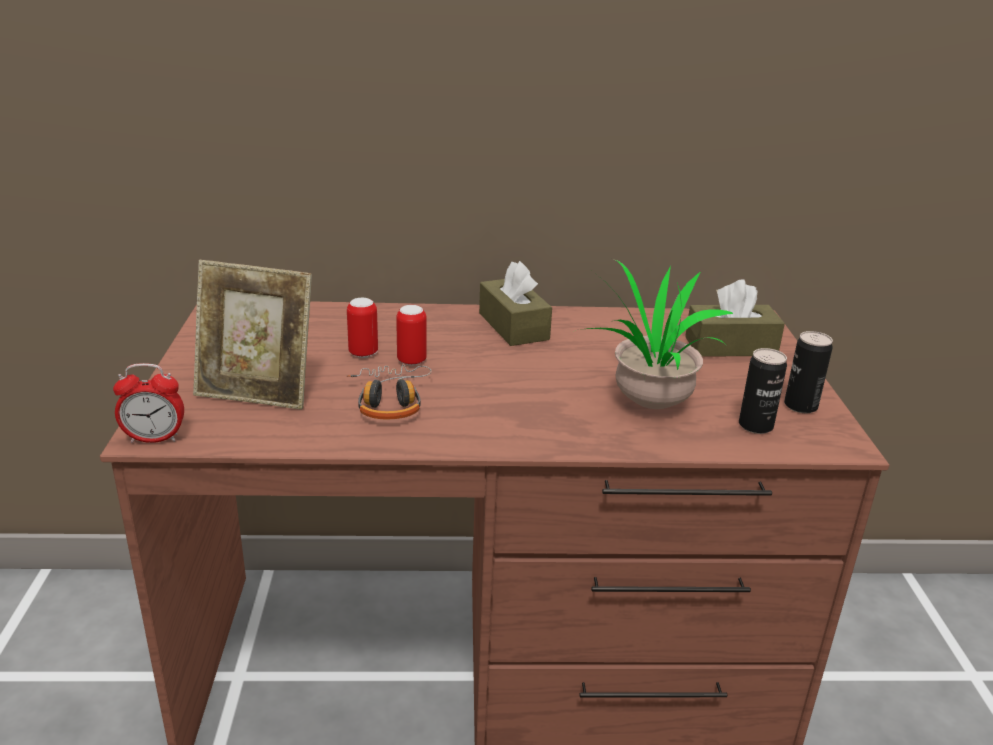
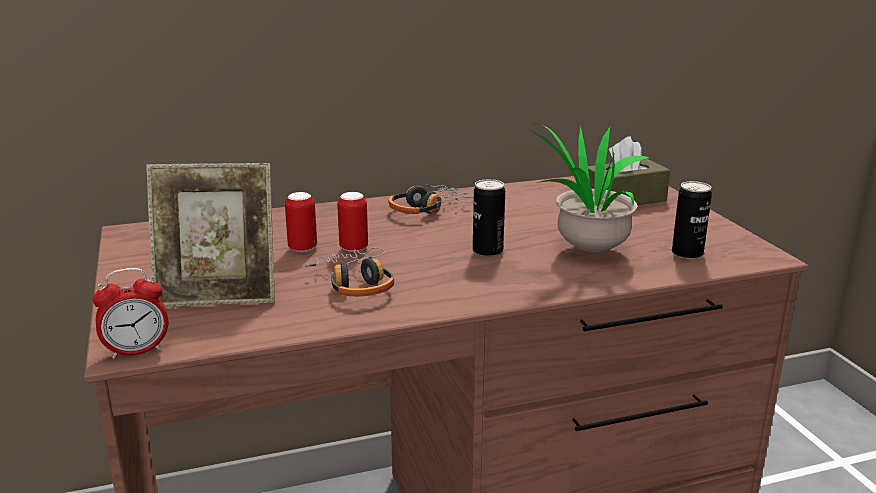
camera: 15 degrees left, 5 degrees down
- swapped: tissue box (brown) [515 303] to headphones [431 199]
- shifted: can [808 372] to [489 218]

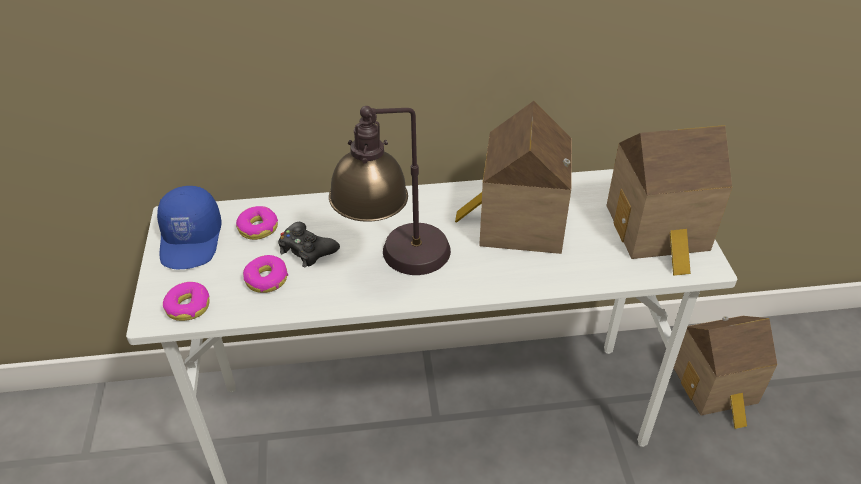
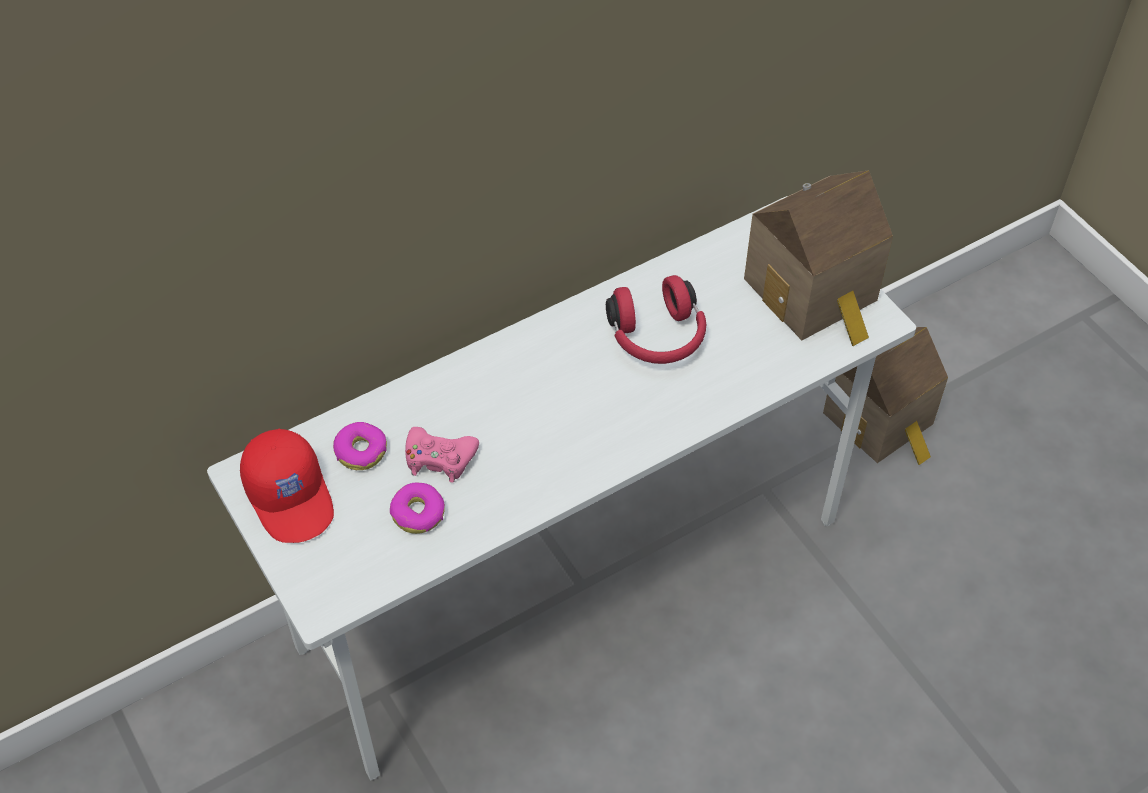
camera: 25 degrees left, 10 degrees up
- swapped: toy house [513 177] to headphones (red) [656 319]
- gone: table lamp [390 190]
- repainted: cap (blue) [189 227] to cap (red) [287 486]
- repainted: game controller (black) [309 245] to game controller (pink) [442 455]
- gone: donut [186 301]

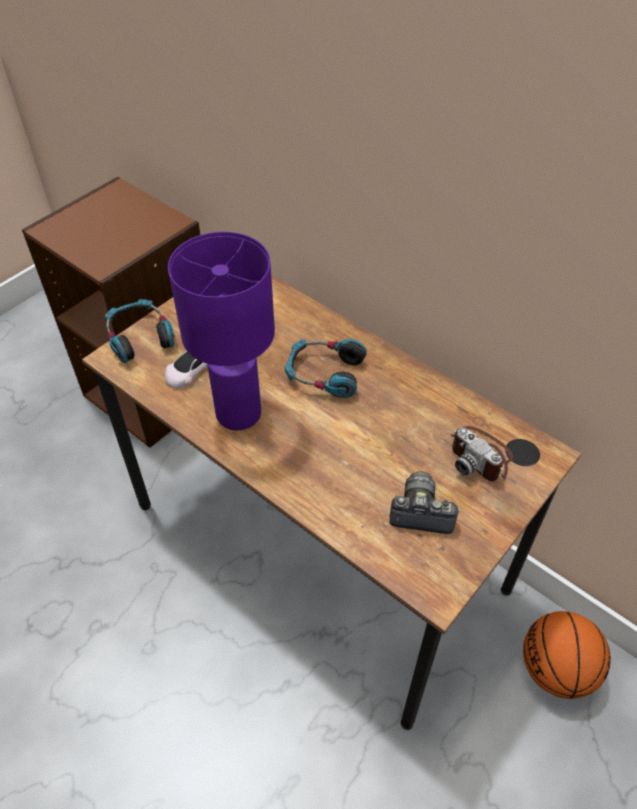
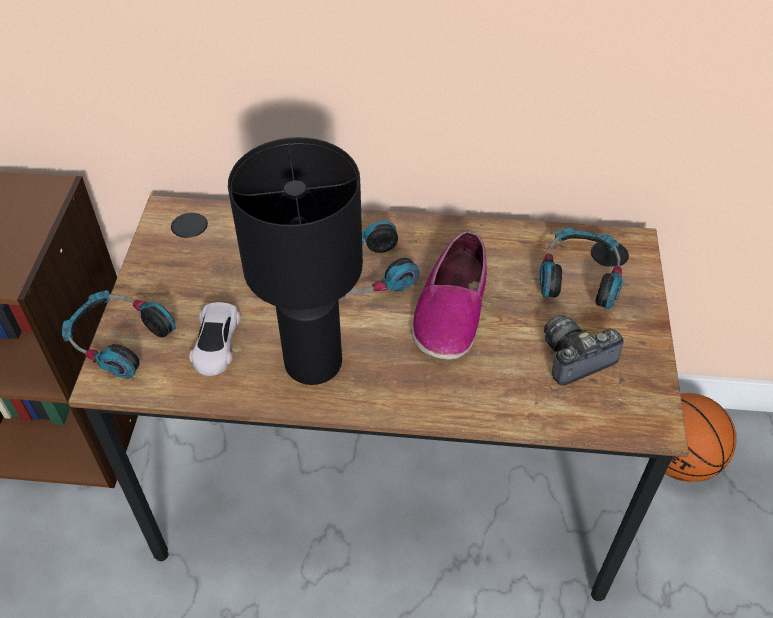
camera: 35 degrees left, 0 degrees up
- repainted: table lamp (purple) [221 331] to table lamp (black) [295 261]
- swapped: photo camera [481 453] to headphones [581 268]
- new: shoe [449 295]

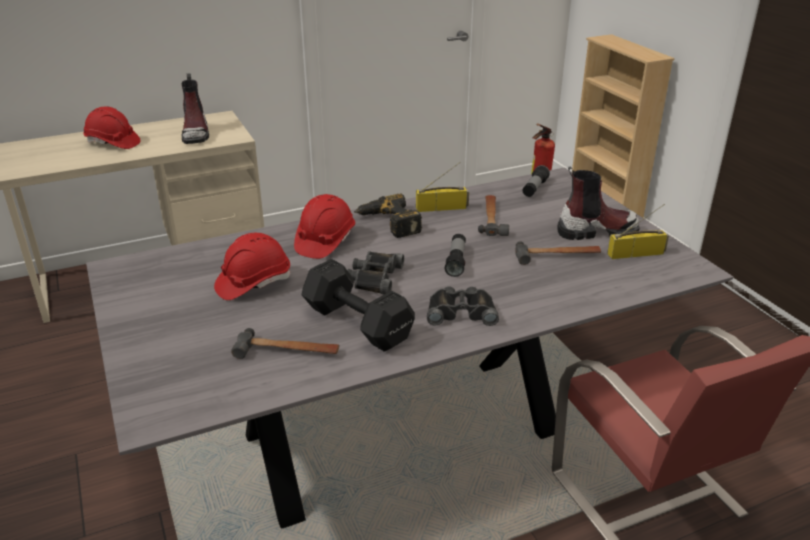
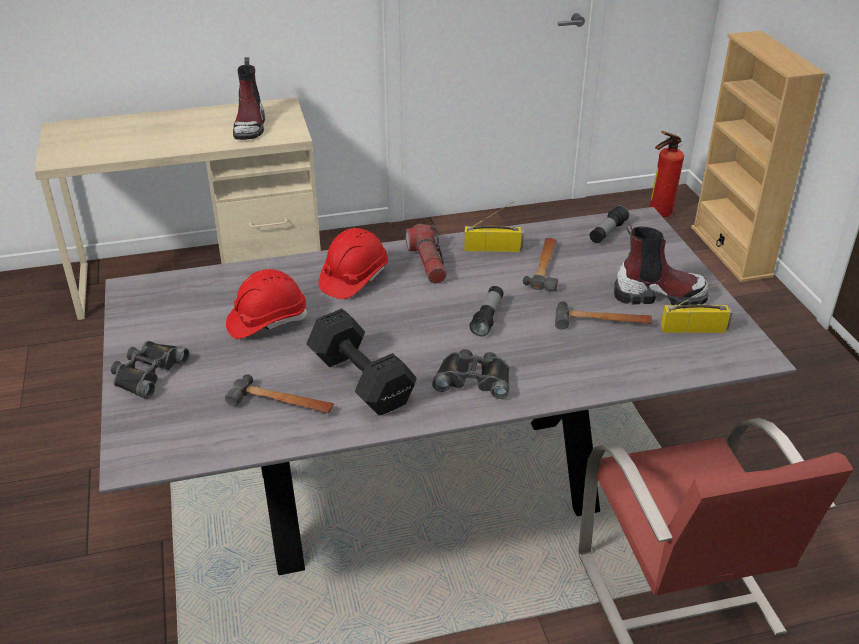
camera: 10 degrees right, 5 degrees up
- gone: hard hat (red) [112 128]
- swapped: power drill [388 215] to flashlight [426 254]
- shifted: binoculars (black) [375 273] to [150 370]

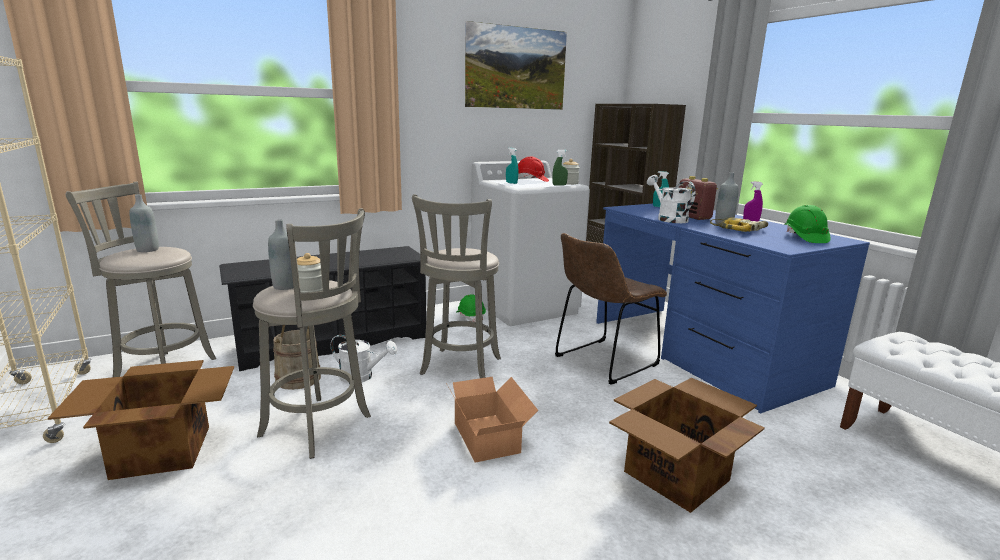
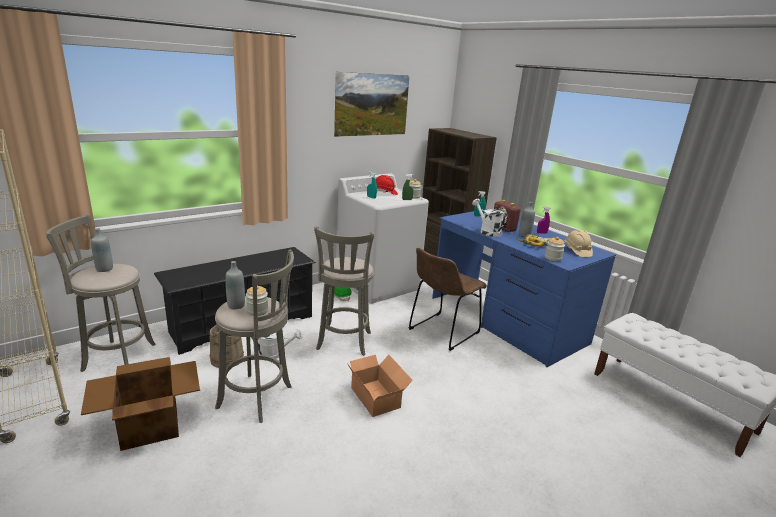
camera: 10 degrees left, 5 degrees up
- repainted: hard hat (green) [807 224] to hard hat (beige) [578 243]
- gone: cardboard box [687 445]
- new: jar [555 249]

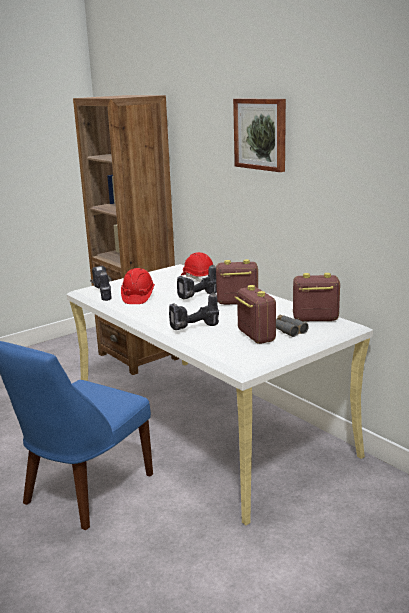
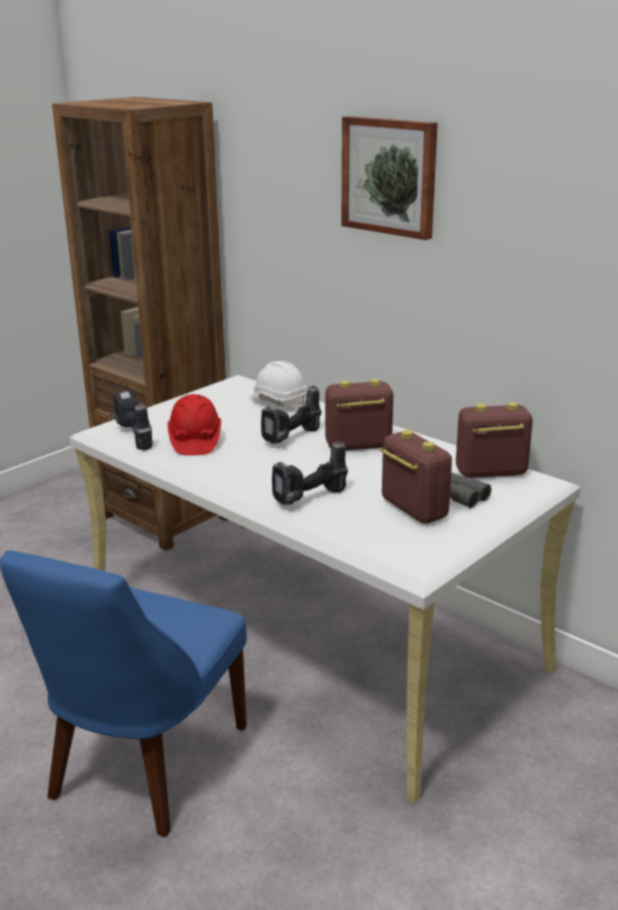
camera: 10 degrees left, 5 degrees up
- repainted: hard hat (red) [197 267] to hard hat (white) [278 386]

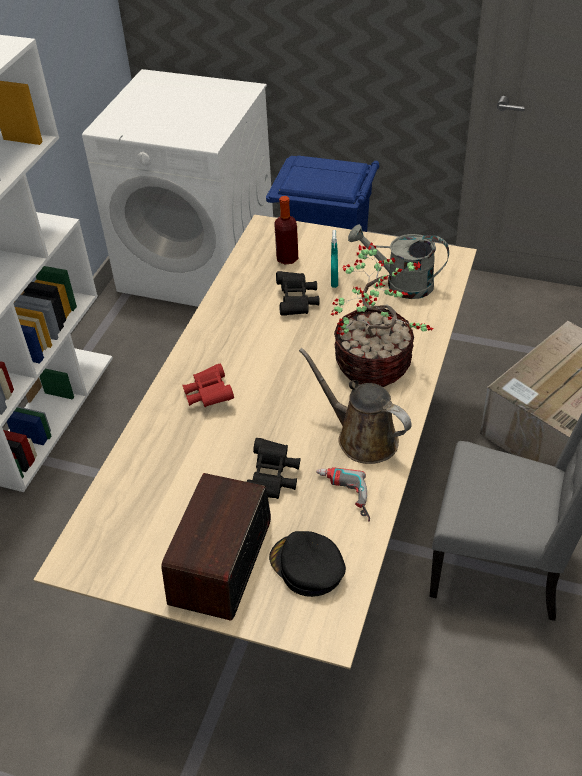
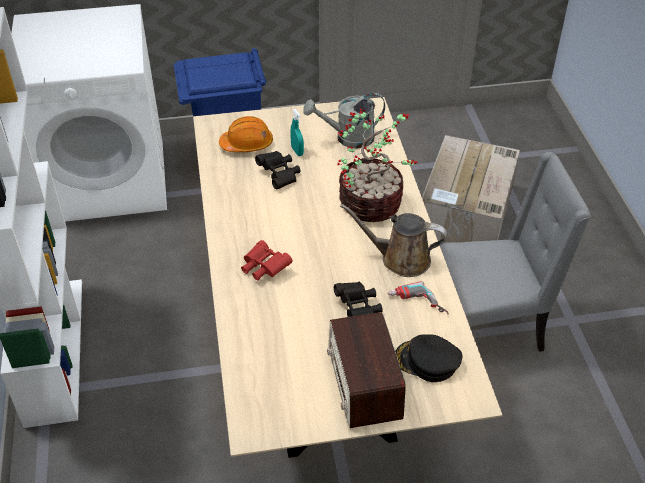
camera: 30 degrees left, 0 degrees up
- swapped: bottle [286 230] to hard hat (orange) [246 134]

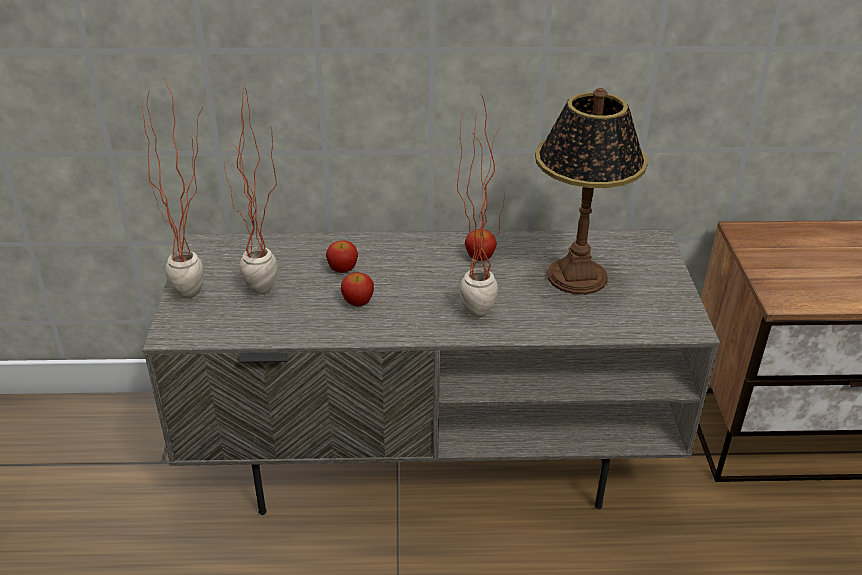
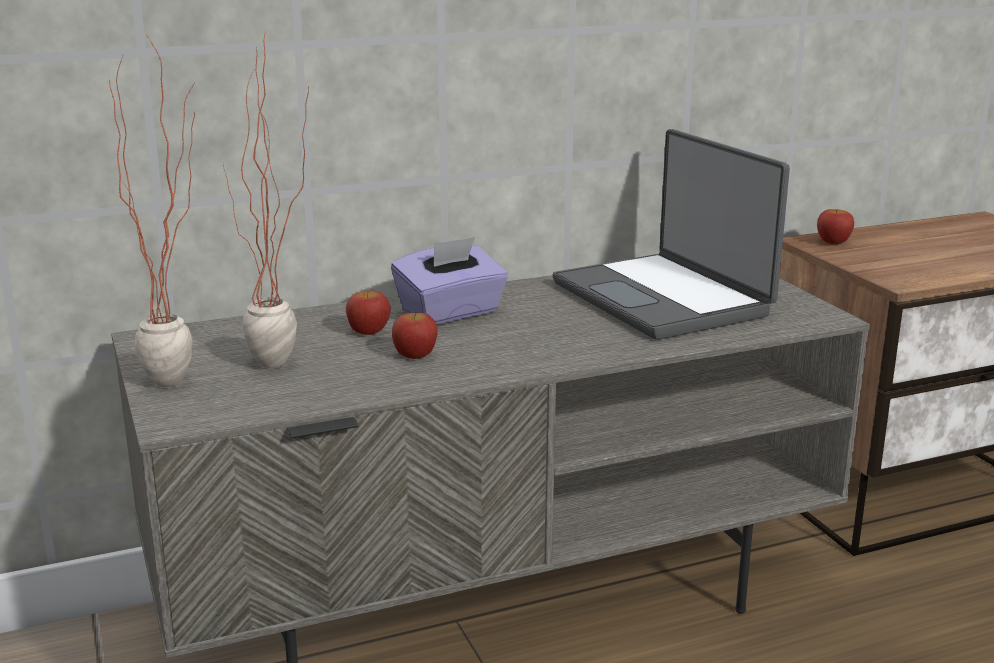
camera: 20 degrees left, 15 degrees down
- swapped: table lamp [591 191] to laptop [671 234]
- gone: potted plant [481 205]
- shifted: apple [480 245] to [835 227]
- new: tissue box (purple) [449 281]

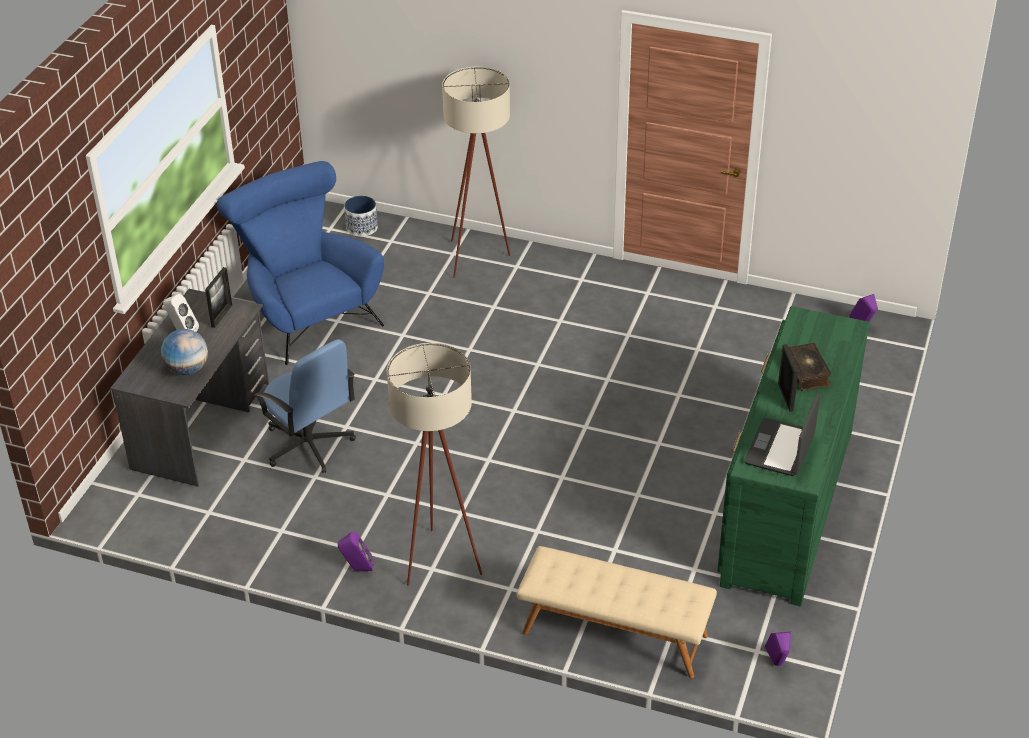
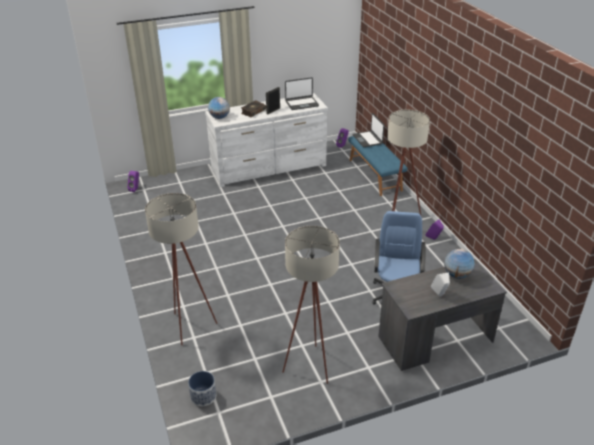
camera: 130 degrees left, 5 degrees down
- swapped: armchair (blue) [300 263] to floor lamp (beige) [311 305]
- gone: picture frame [218 297]
- repainted: dresser (green) [794 456] to dresser (white) [266 140]
- repainted: bench (beige) [617 612] to bench (blue) [377 166]
- new: globe [219 108]
- new: laptop [368 130]

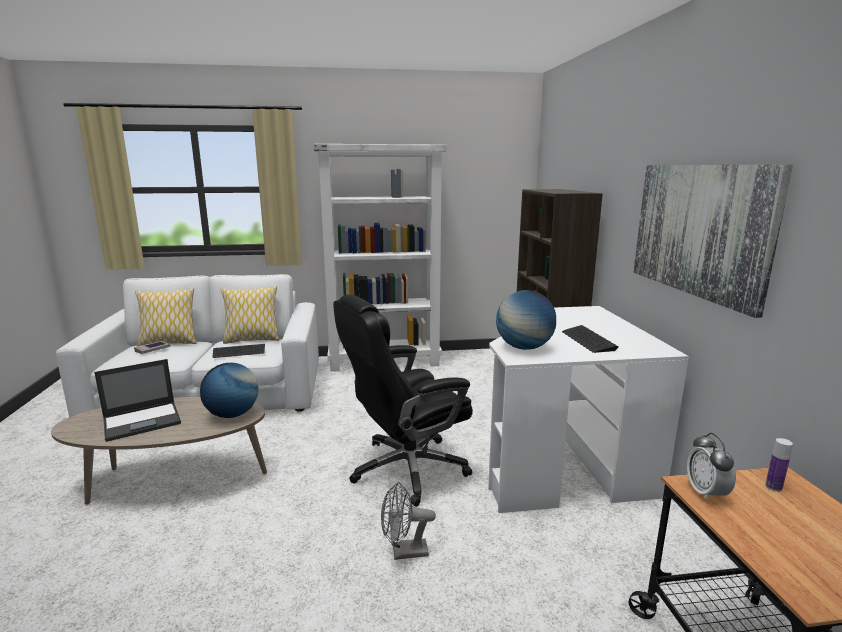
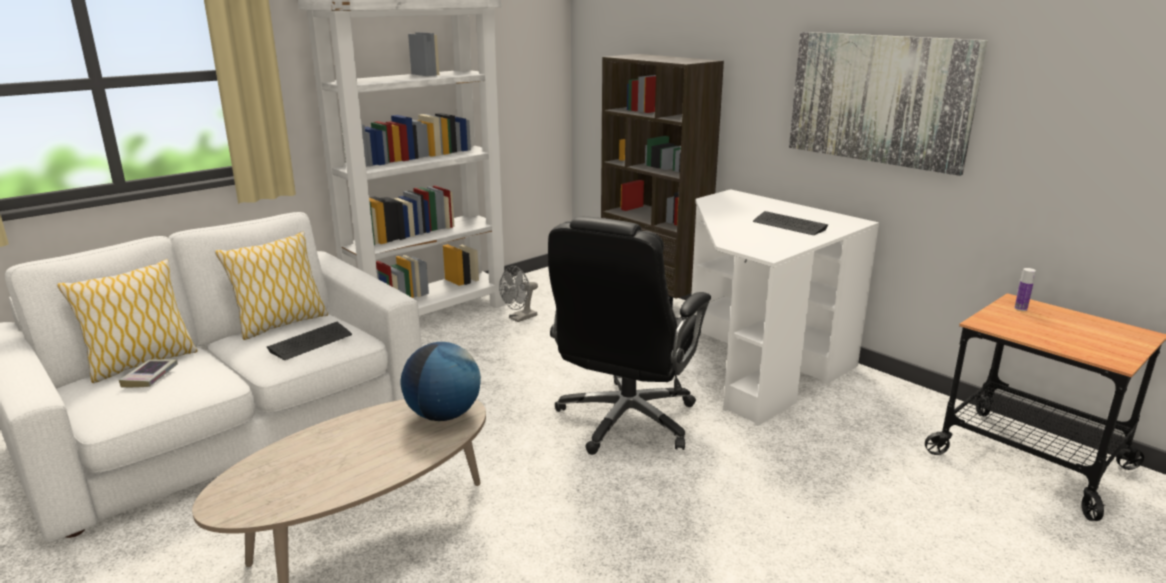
camera: 35 degrees left, 5 degrees up
- gone: globe [526 320]
- gone: laptop [137 400]
- gone: alarm clock [711 467]
- shifted: fan (grey) [408 521] to [518 294]

